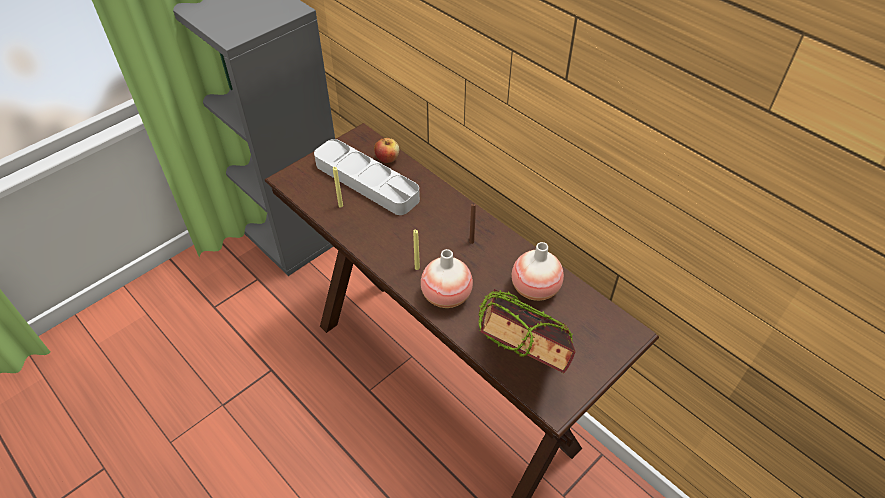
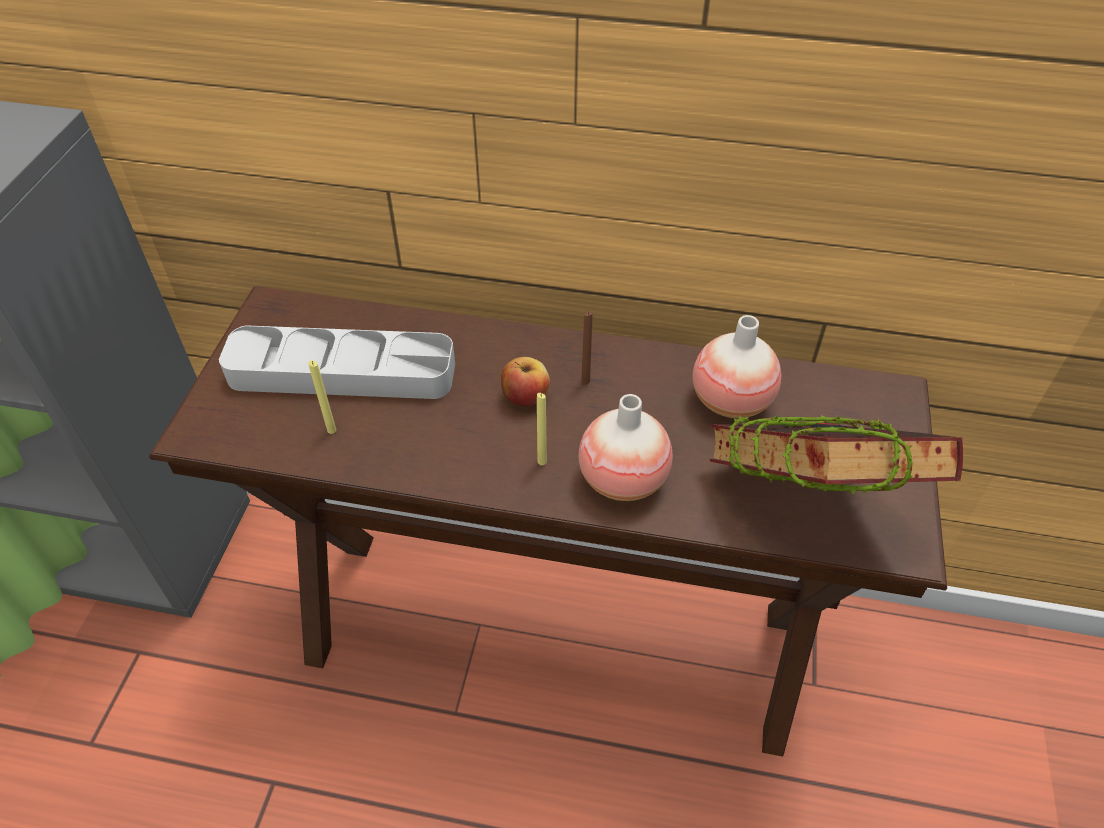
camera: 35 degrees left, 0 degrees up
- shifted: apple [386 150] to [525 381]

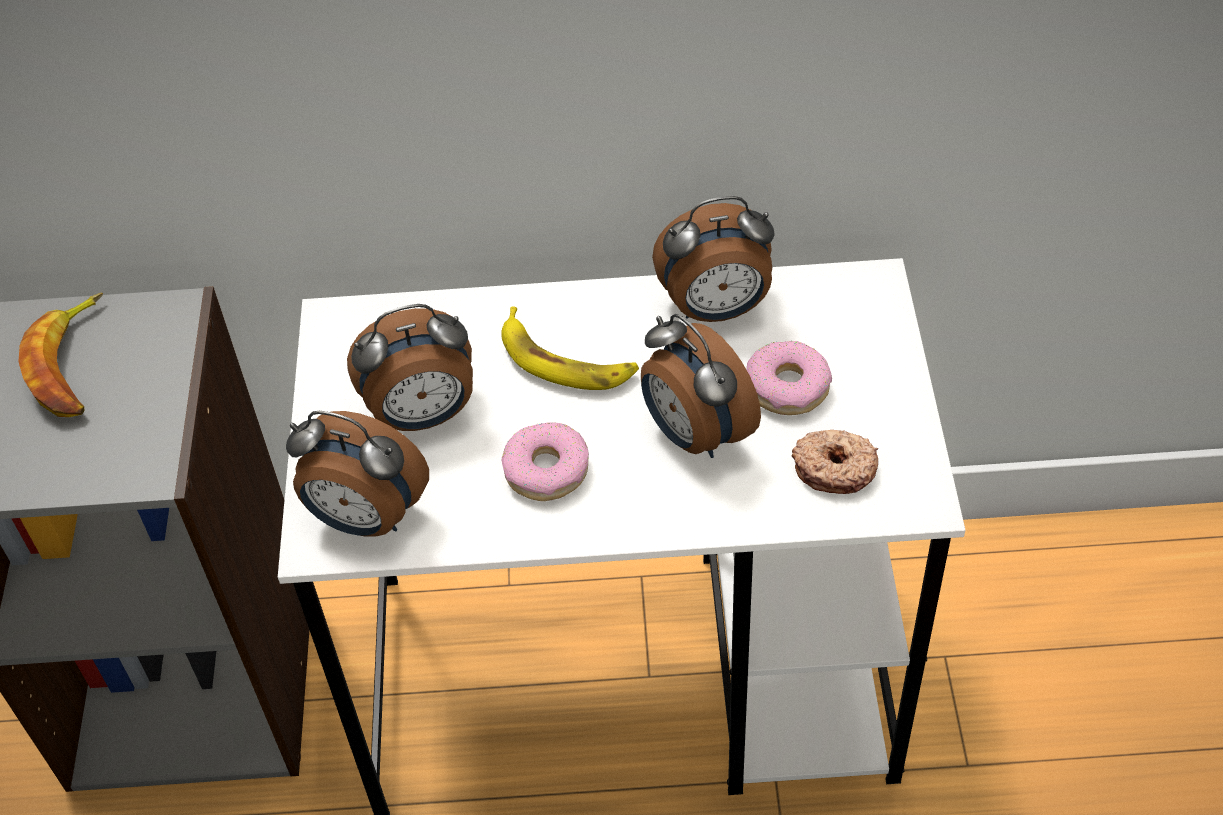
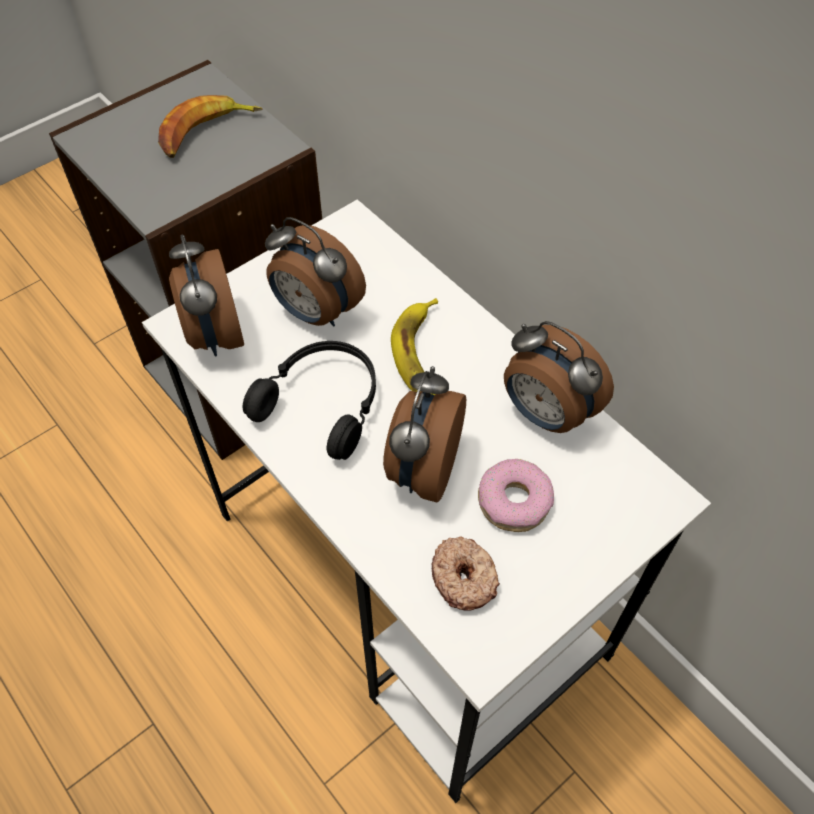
camera: 50 degrees right, 5 degrees up
- swapped: donut [545 461] to headphones (black) [309 400]

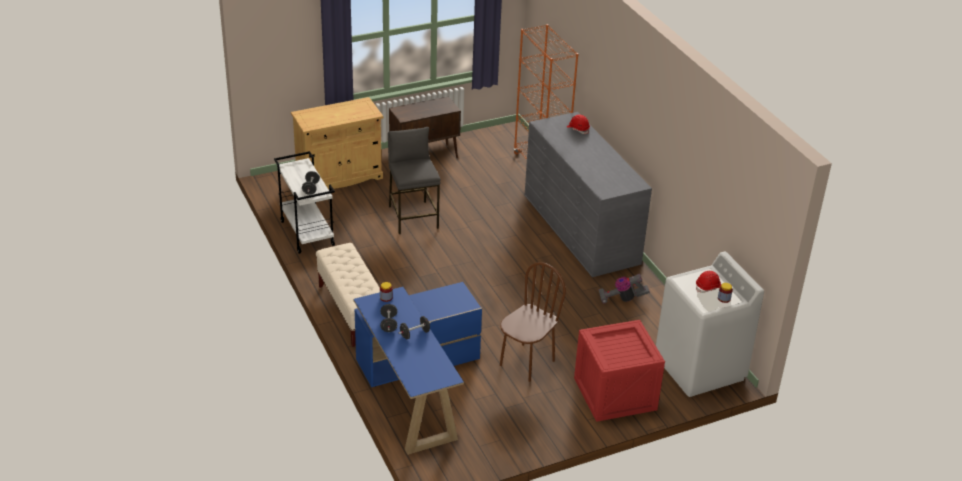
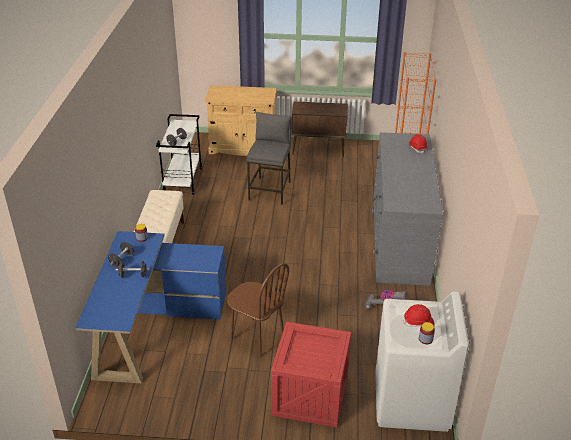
camera: 30 degrees right, 0 degrees up
- rotated: chair (brown) [533 322] = [258 310] 60 degrees clockwise

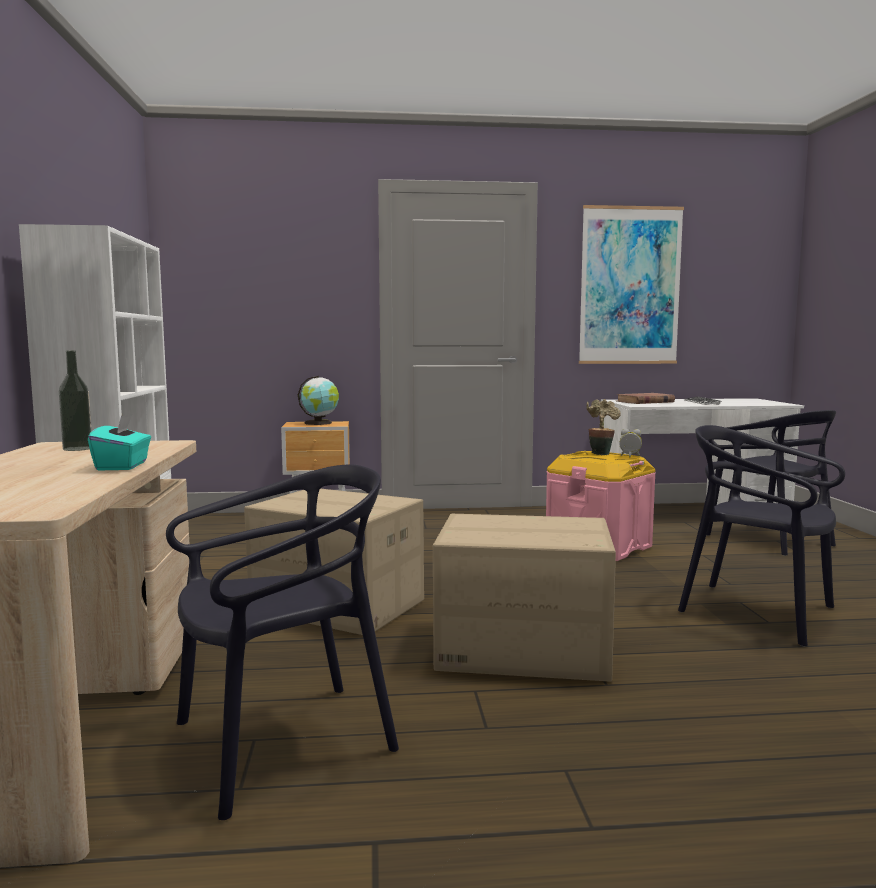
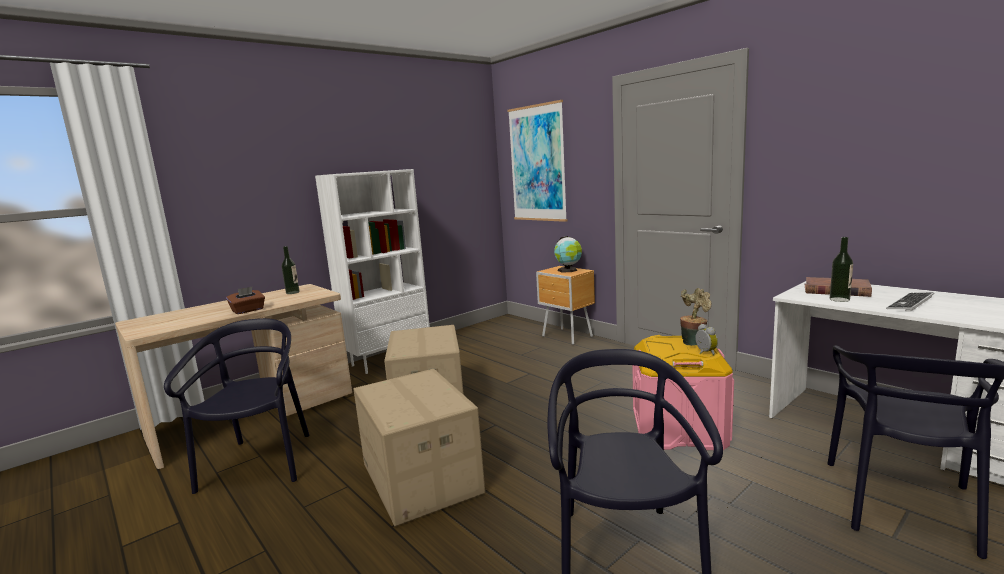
camera: 55 degrees right, 5 degrees up
- shifted: picture [631 284] to [537 161]
- repainted: tissue box (turquoise) [119 441] to tissue box (brown) [245 300]
- rotated: chair (black) [282 642] = [237 406] 120 degrees counterclockwise
- new: bottle [841 269]

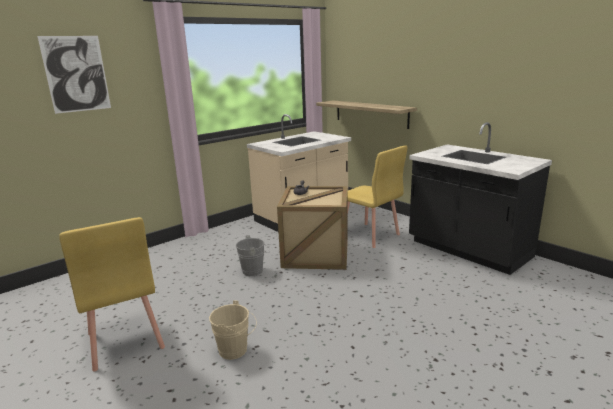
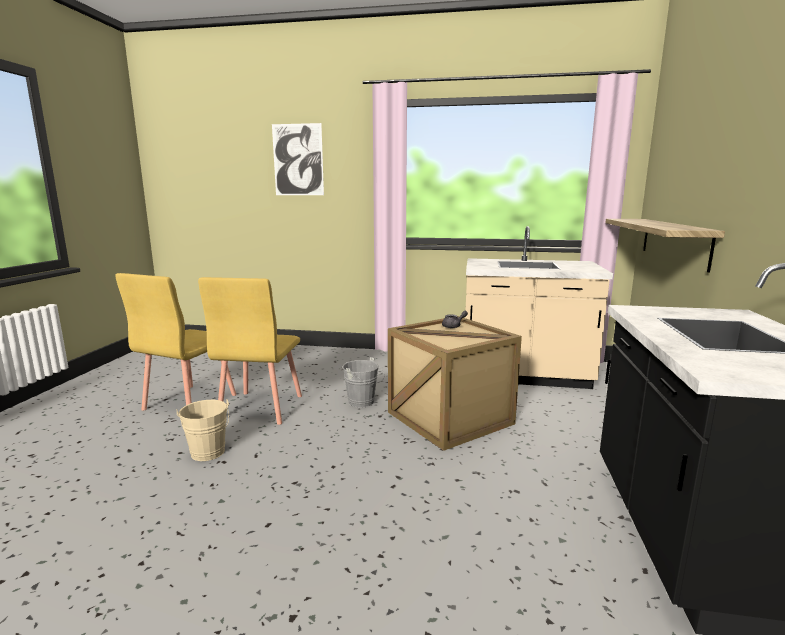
camera: 50 degrees right, 5 degrees down
- shifted: chair (yellow) [377 196] to [250 351]

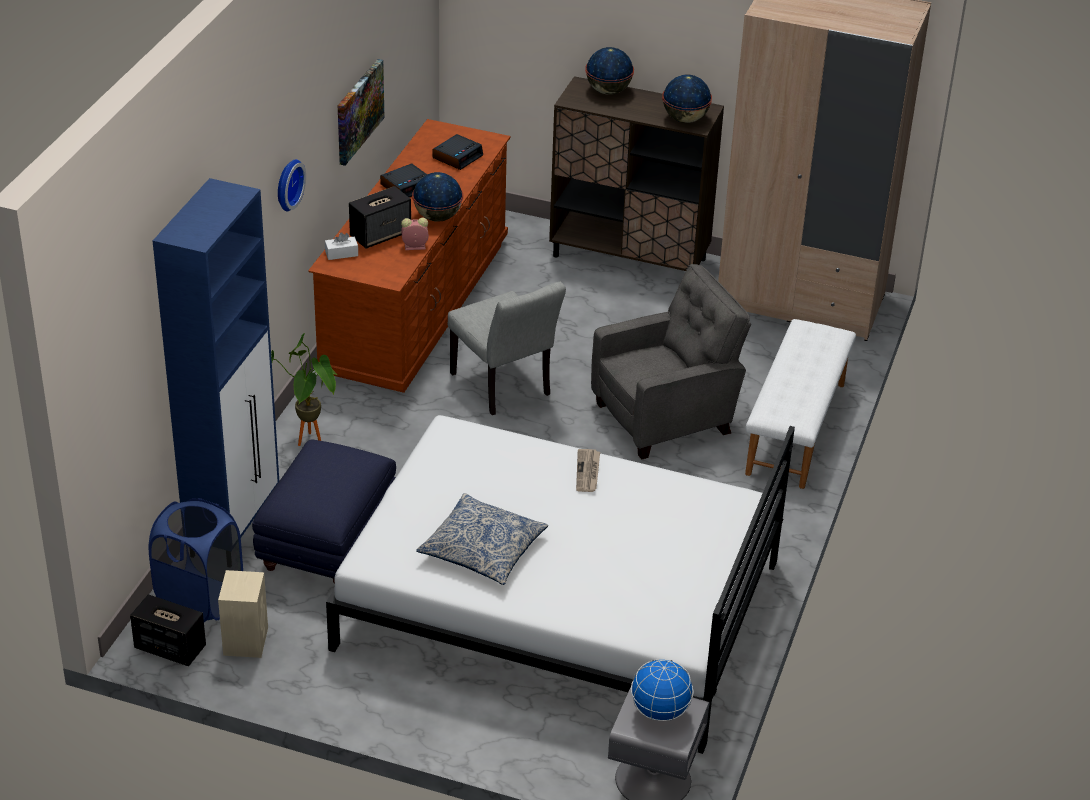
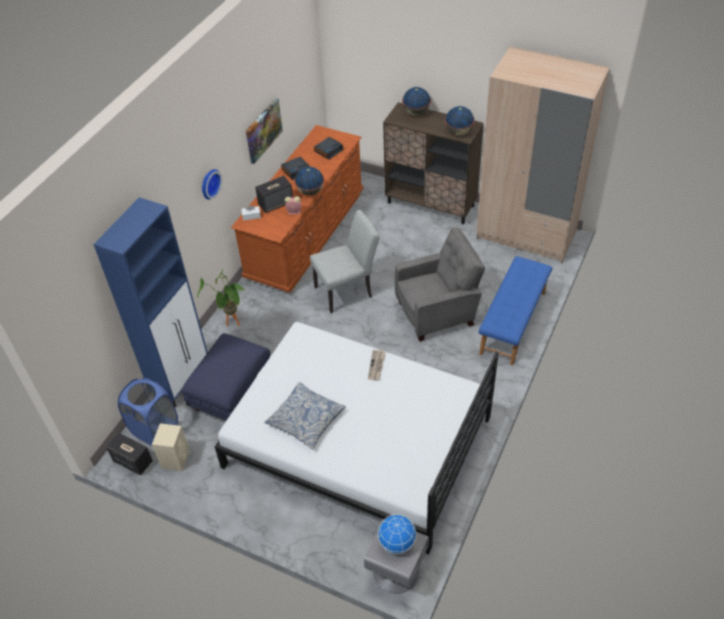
camera: 10 degrees right, 10 degrees up
- rotated: chair (grey) [507 348] = [345 261] 90 degrees counterclockwise
- repainted: bench (white) [800 404] to bench (blue) [515 310]

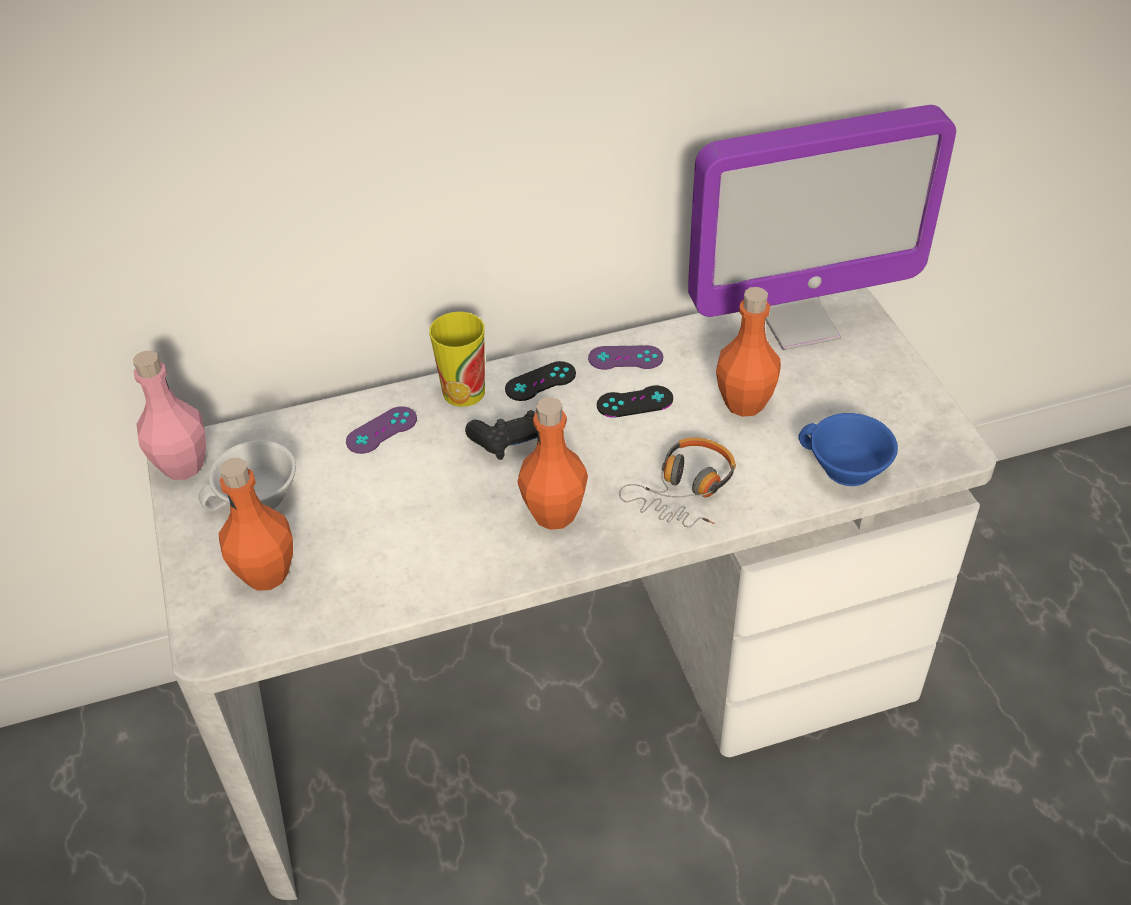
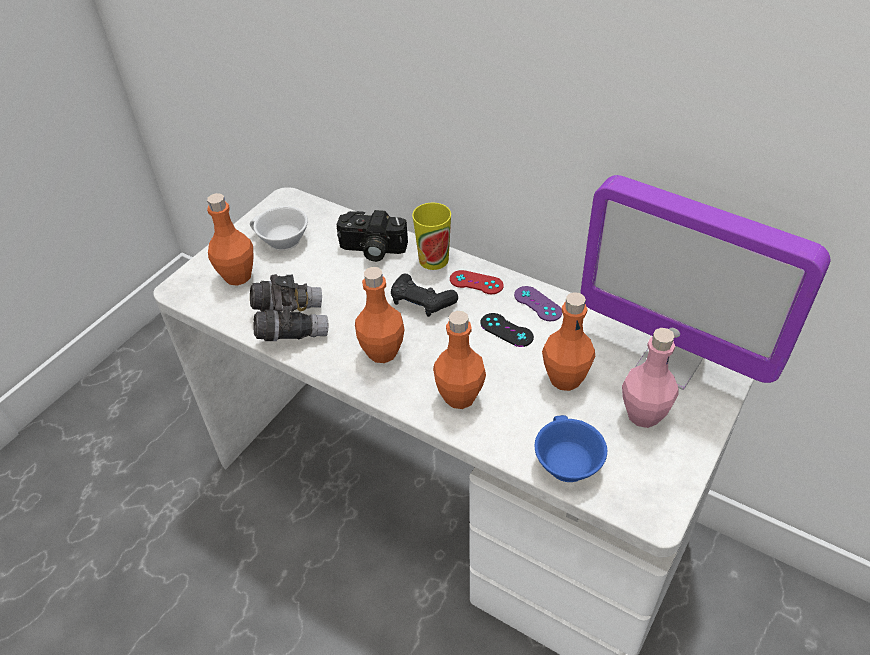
camera: 50 degrees right, 0 degrees up
- shifted: bottle (pink) [169 415] to [650 378]
- repainted: game controller (black) [540 381] to game controller (red) [477 282]
- swapped: game controller (purple) [381 430] to photo camera [372 236]
- swapped: headphones [677 483] to bottle (orange) [459 360]
- new: binoculars (grey) [289 307]

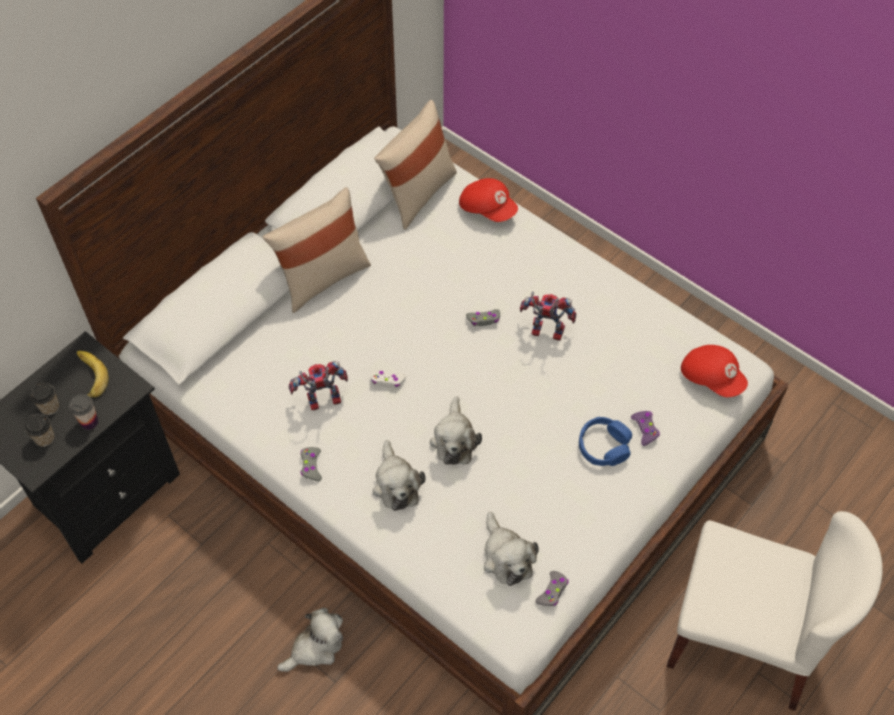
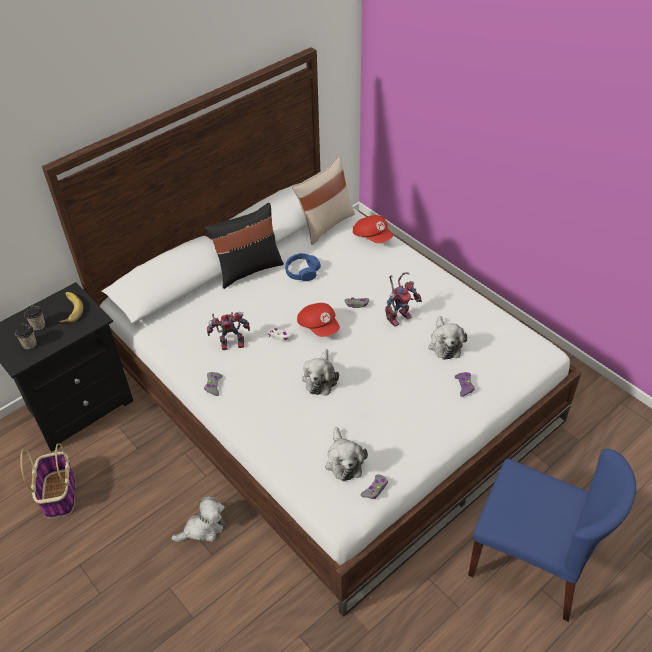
camera: 10 degrees right, 10 degrees down
- repainted: pillow (beige) [317 250] to pillow (black) [244 246]
- rotated: toy robot [548 316] = [403 299] 120 degrees clockwise
- shifted: cap (red) [714 371] to [318 320]
- gone: cup [83 412]
- shifted: headphones (blue) [605 441] to [303 267]
- shifted: plush toy [399 475] to [447 338]
- repainted: chair (white) [774 611] to chair (blue) [552 535]
- new: basket [47 480]

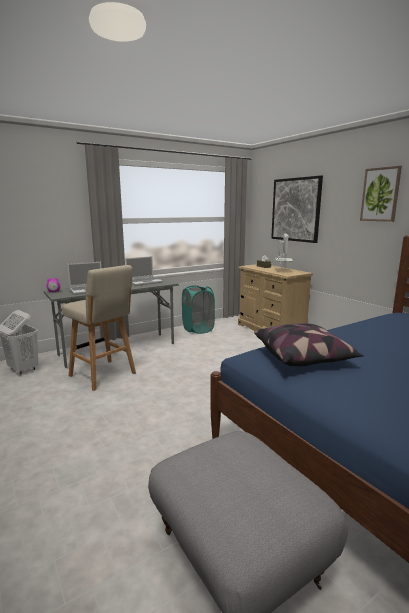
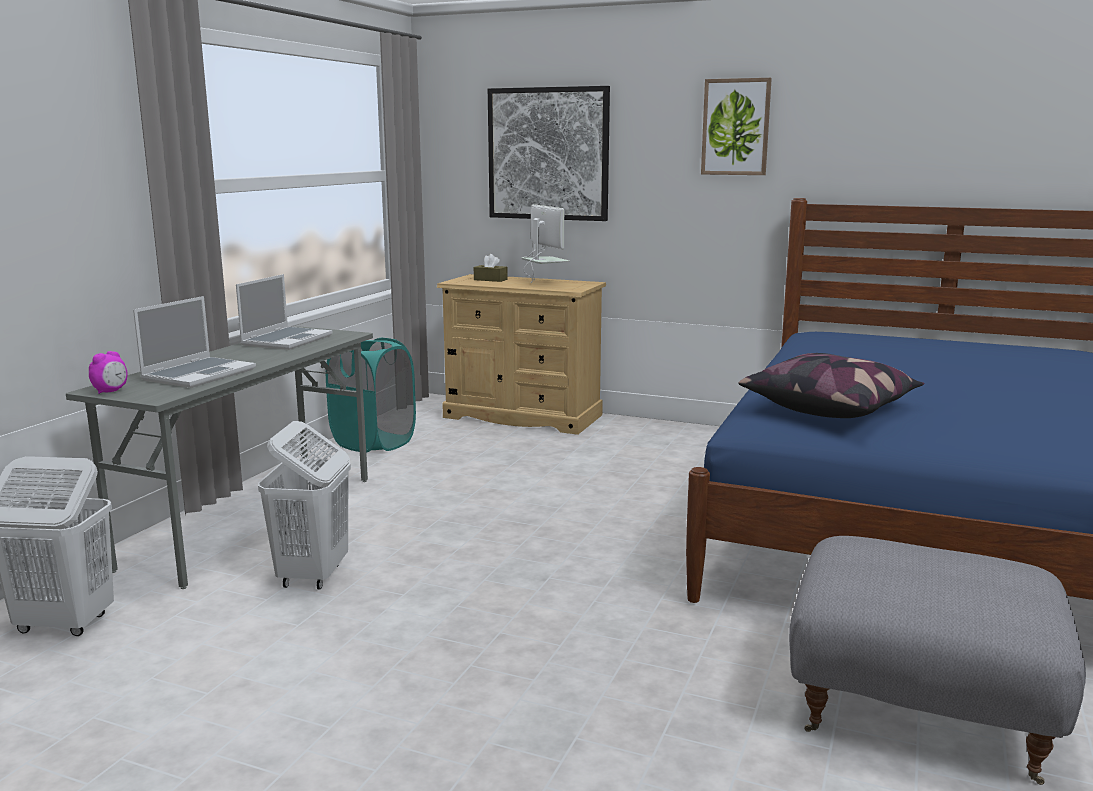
camera: 35 degrees left, 0 degrees up
- swapped: stool (beige) [99 328] to laundry basket (white) [304 505]

